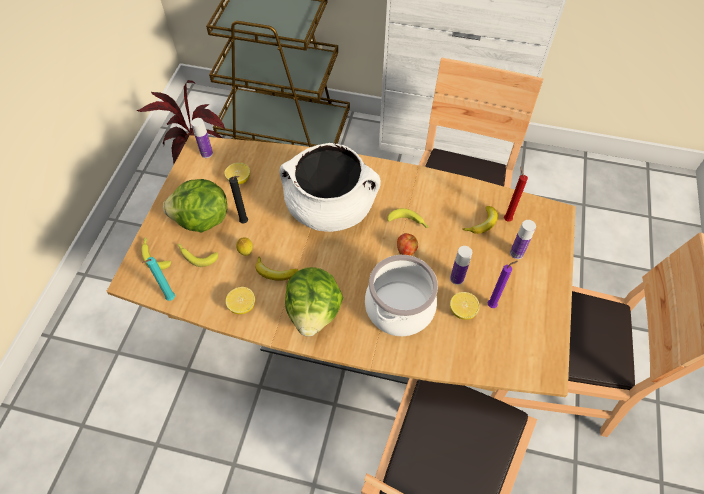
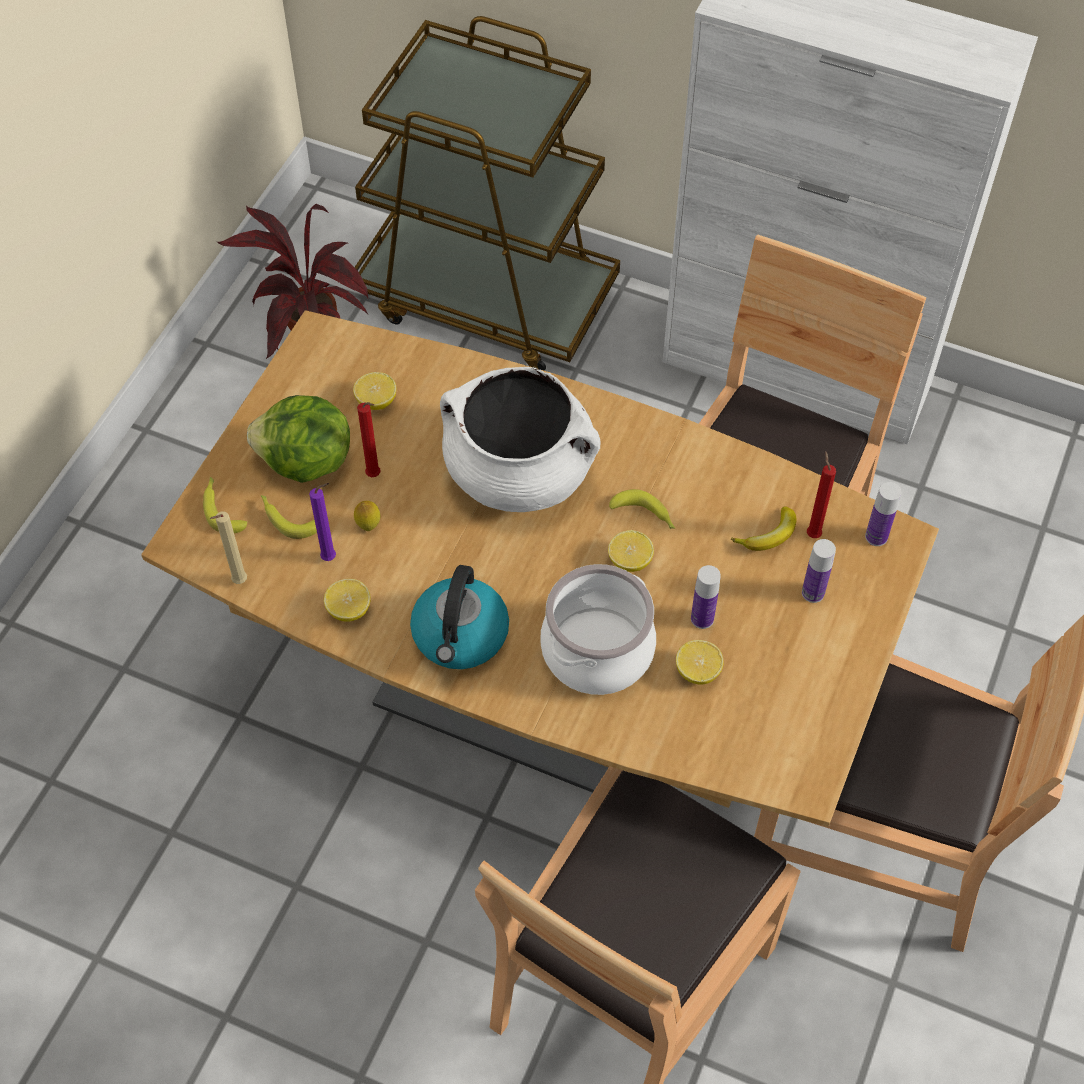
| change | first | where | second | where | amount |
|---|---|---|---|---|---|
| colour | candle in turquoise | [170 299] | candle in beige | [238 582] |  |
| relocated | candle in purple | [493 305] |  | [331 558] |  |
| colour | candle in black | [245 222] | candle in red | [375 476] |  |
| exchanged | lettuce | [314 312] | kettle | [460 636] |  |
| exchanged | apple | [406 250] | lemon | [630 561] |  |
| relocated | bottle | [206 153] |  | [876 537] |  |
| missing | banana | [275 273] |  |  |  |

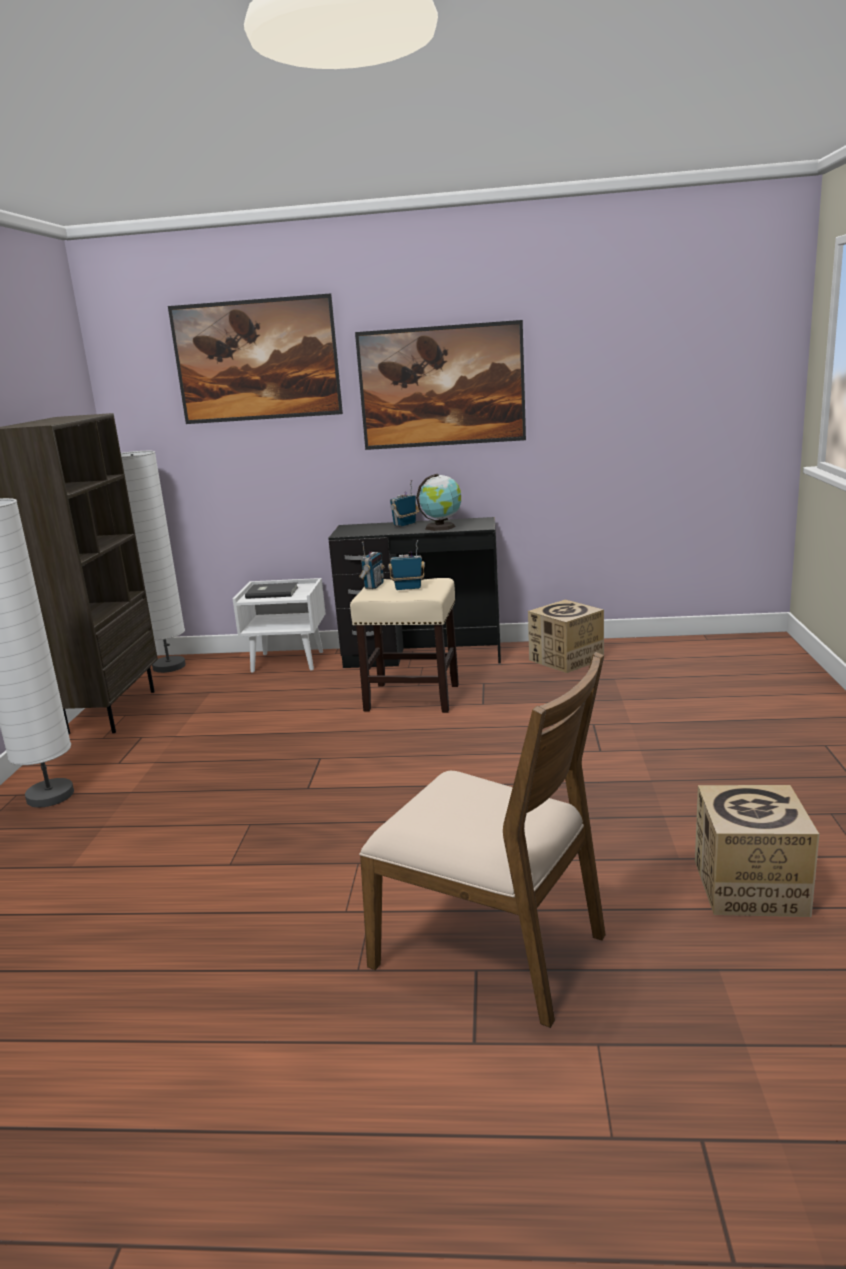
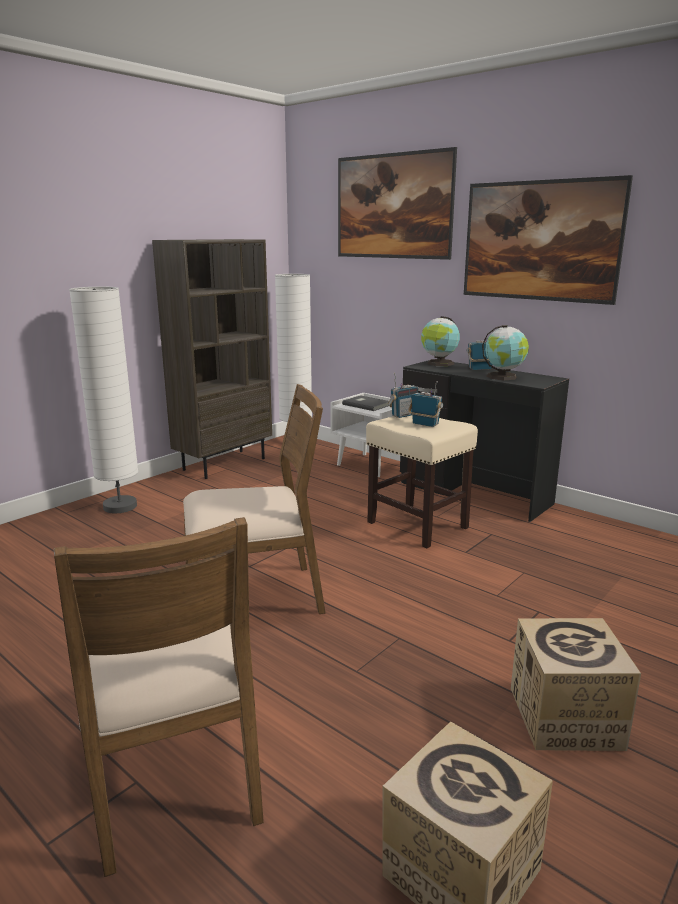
| change | first | where | second | where | amount |
|---|---|---|---|---|---|
| appeared |  |  | chair in brown | [254 596] |  |
| appeared |  |  | globe | [439 363] |  |
| relocated | cardboard box | [566 659] |  | [565 717] |  |

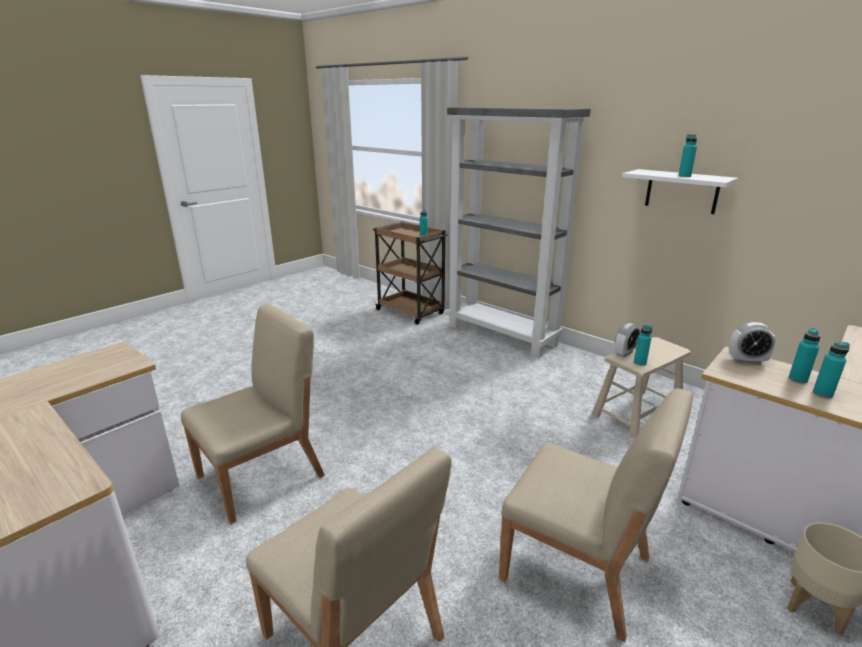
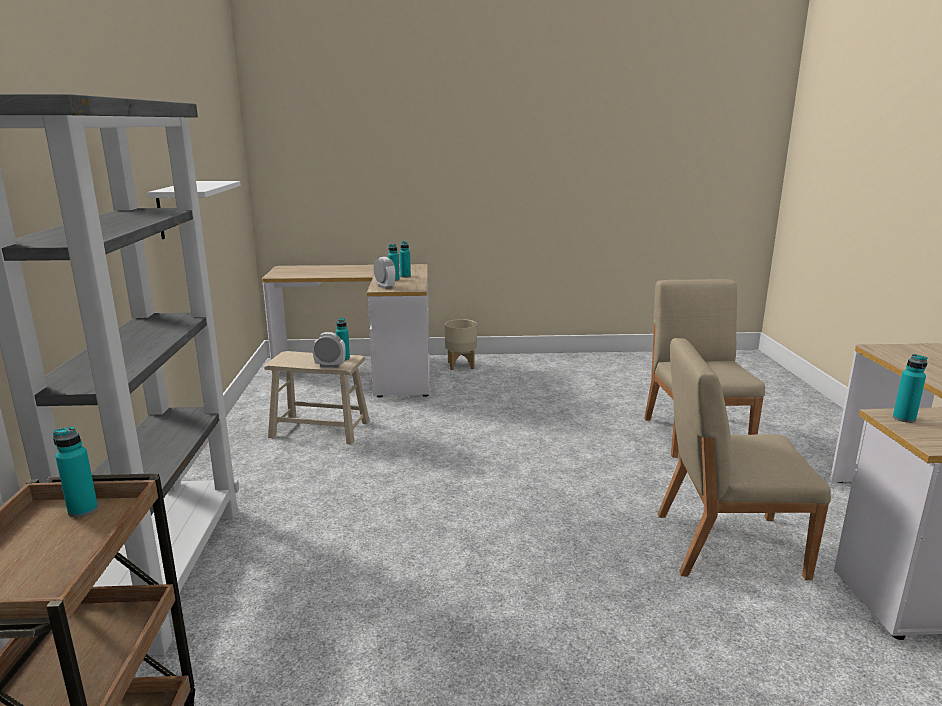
| change | first | where | second | where | amount |
|---|---|---|---|---|---|
| relocated | bottle in turquoise | [684 176] |  | [904 418] |  |
| missing | chair in beige | [577 570] |  |  |  |

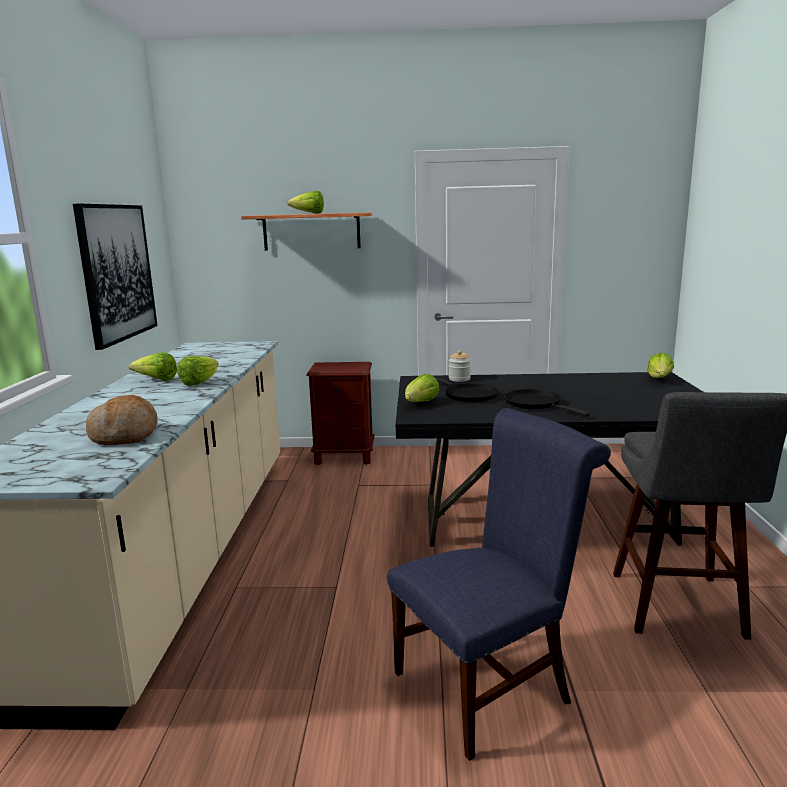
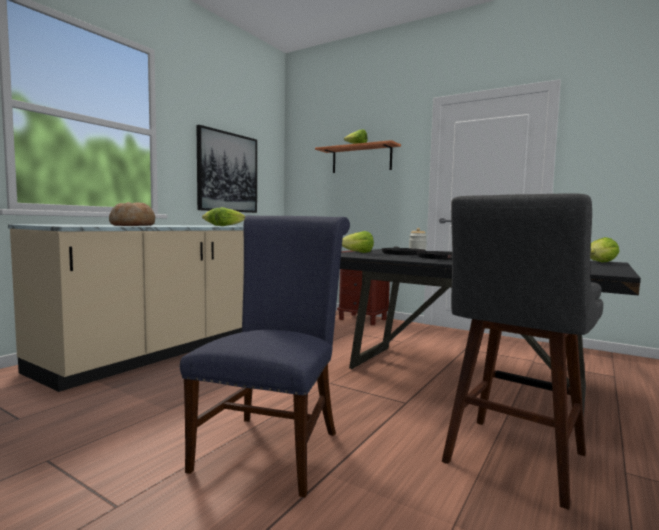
| change | first | where | second | where | amount |
|---|---|---|---|---|---|
| spun | chair in blue | [489 683] |  | [272 446] | 75 degrees counterclockwise |

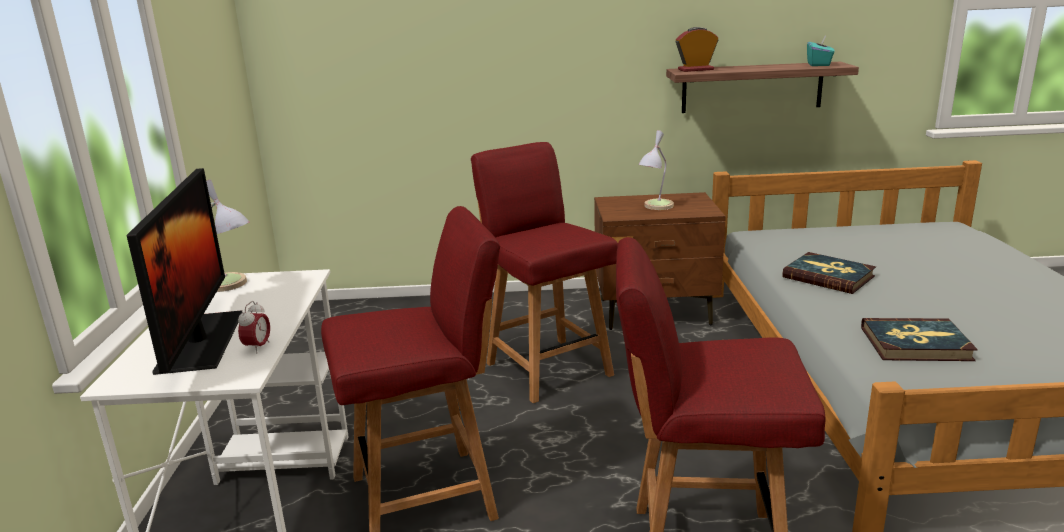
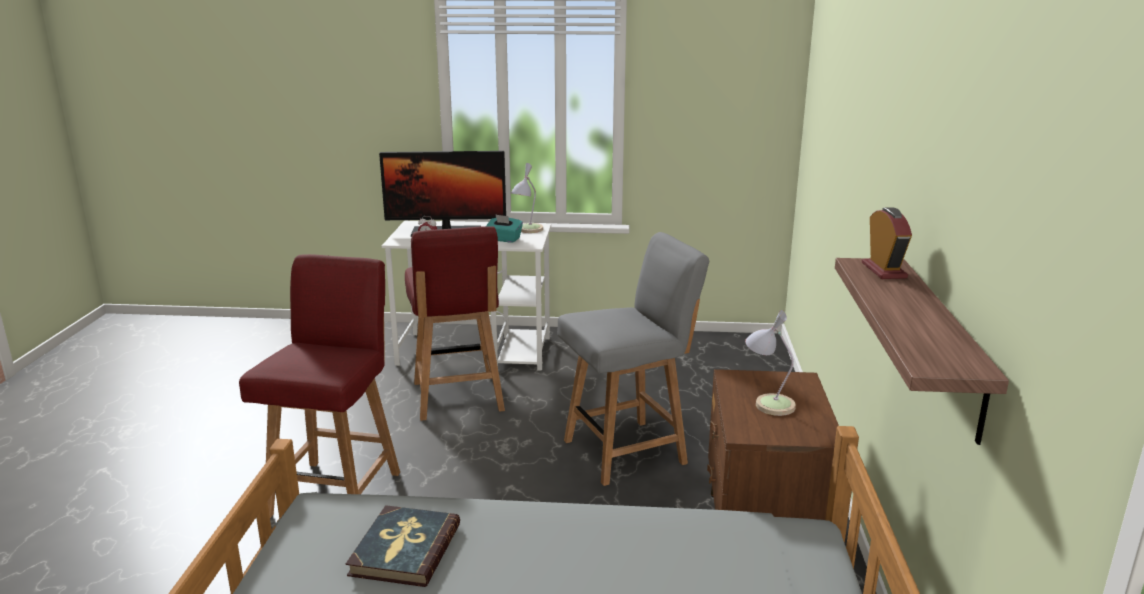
| change | first | where | second | where | amount |
|---|---|---|---|---|---|
| relocated | tissue box in turquoise | [819 64] |  | [504 239] |  |
| colour | chair in red | [547 368] | chair in grey | [627 451] |  |
| missing | book | [828 276] |  |  |  |

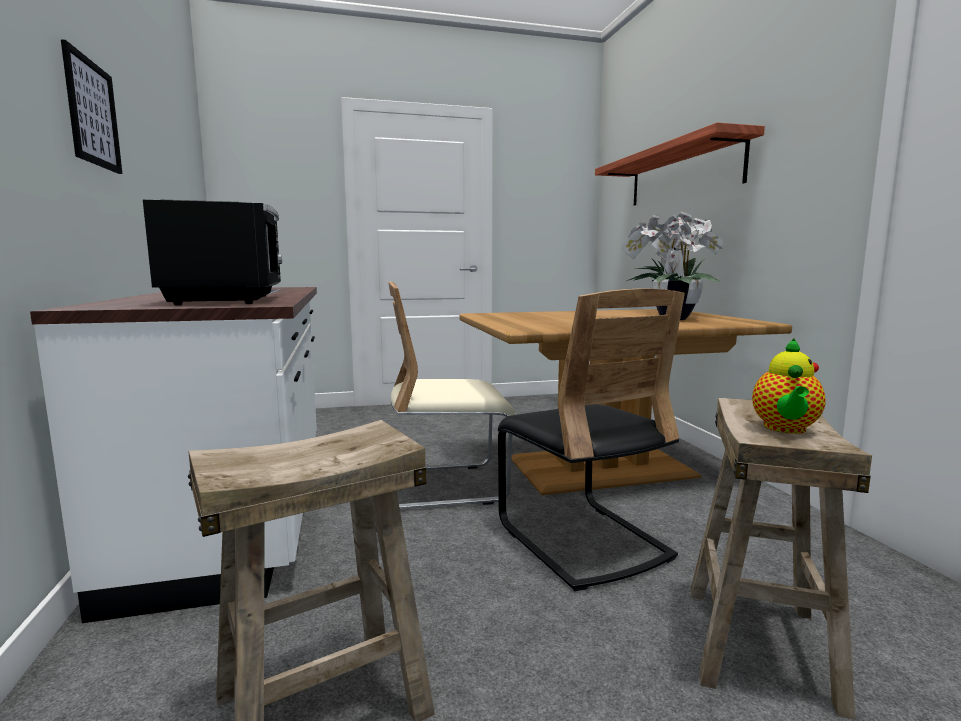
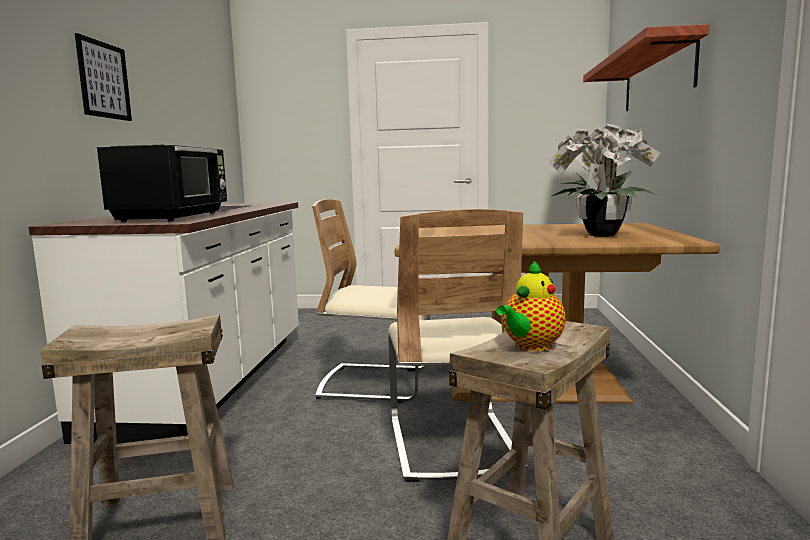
| change | first | where | second | where | amount |
|---|---|---|---|---|---|
| colour | chair in black | [582 540] | chair in beige | [452 443] |  |

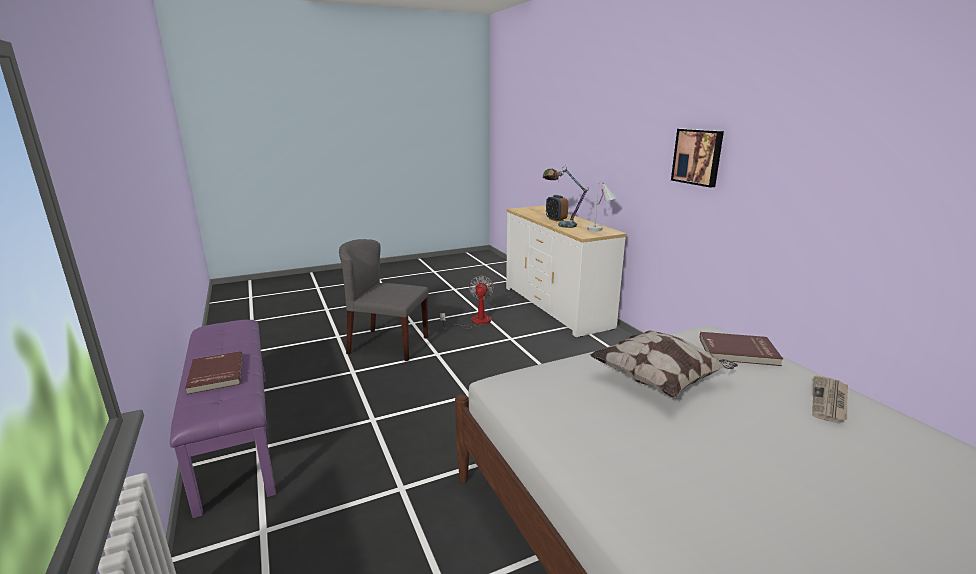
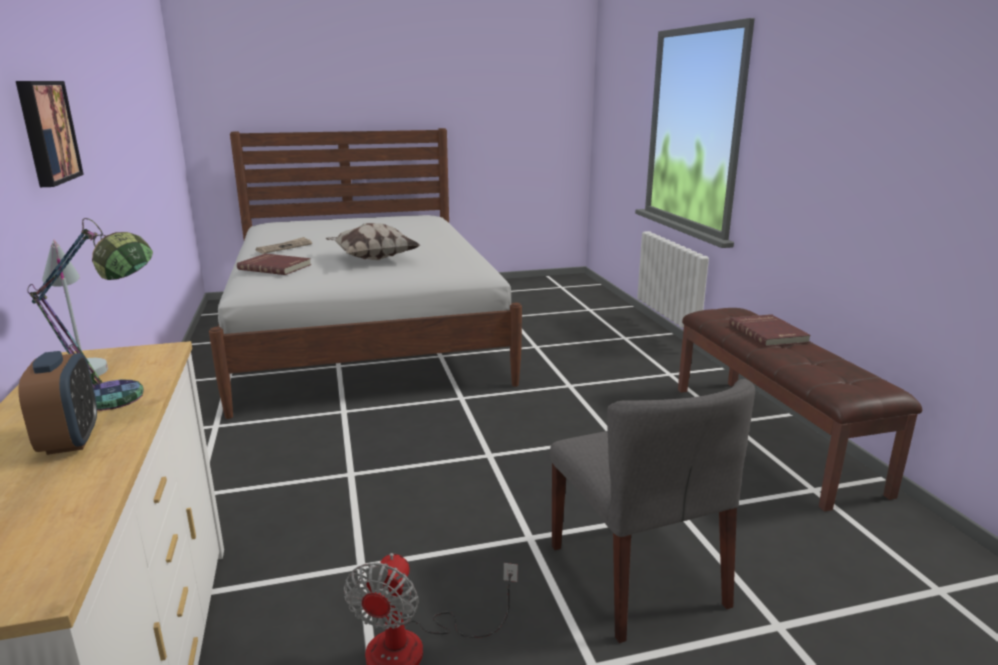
| change | first | where | second | where | amount |
|---|---|---|---|---|---|
| spun | chair in grey | [387 345] |  | [637 576] | 45 degrees clockwise |
| colour | bench in purple | [235 435] | bench in brown | [772 436] |  |

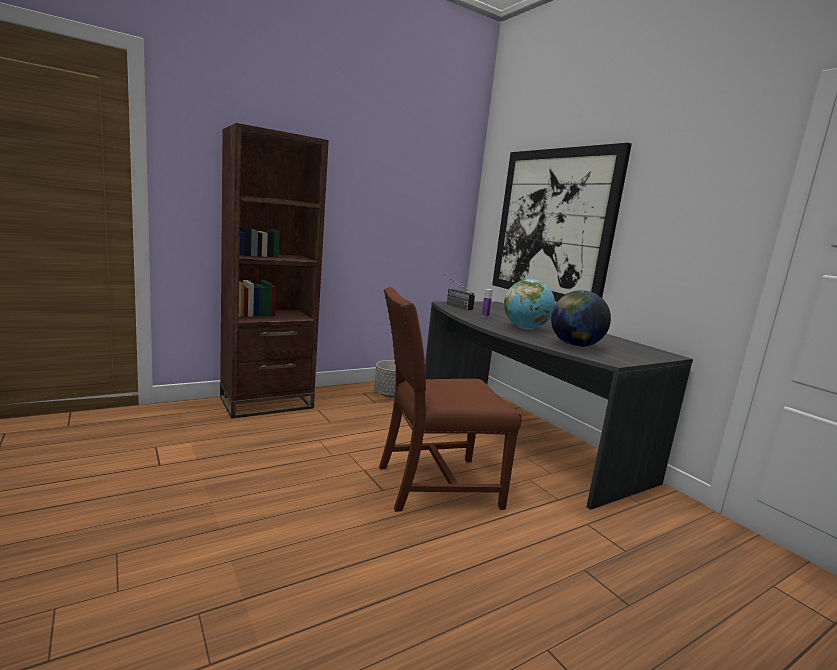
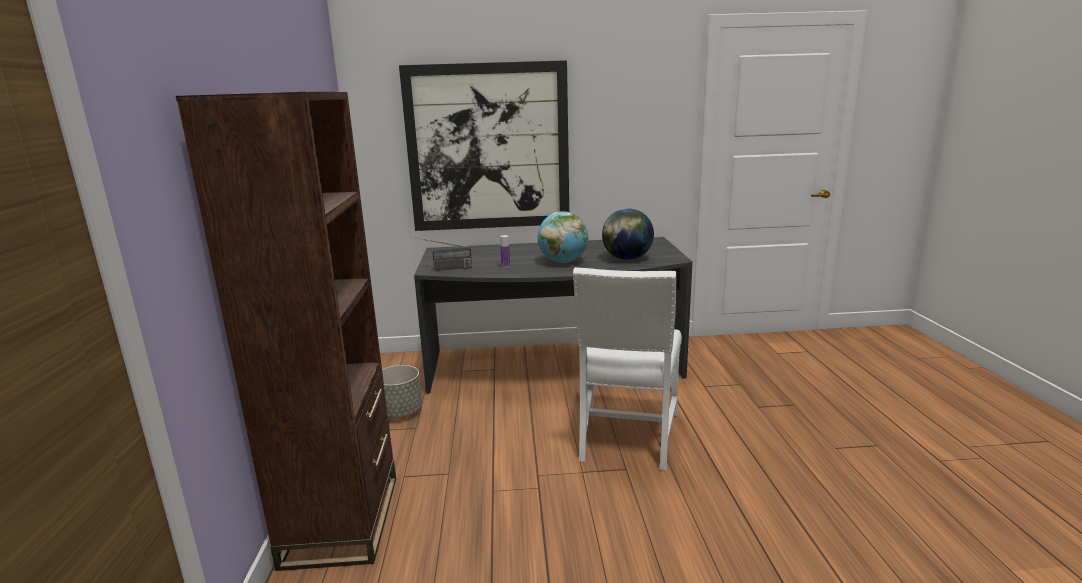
| change | first | where | second | where | amount |
|---|---|---|---|---|---|
| colour | chair in brown | [433 485] | chair in white | [626 437] |  |

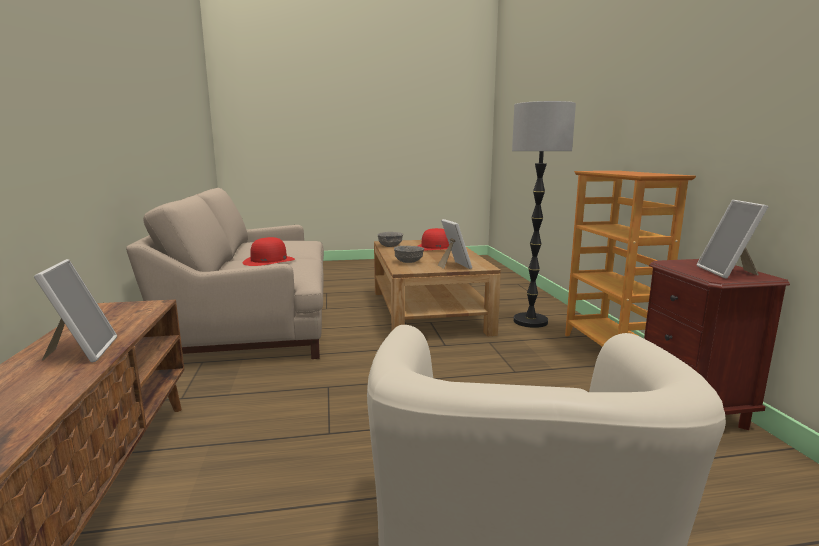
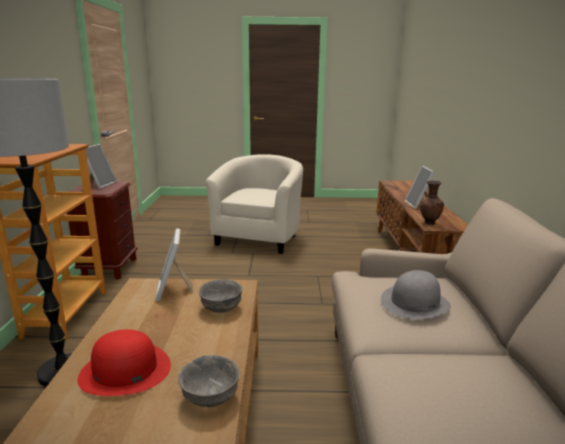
| change | first | where | second | where | amount |
|---|---|---|---|---|---|
| colour | hat in red | [269 261] | hat in grey | [415 302] |  |
| appeared |  |  | vase in brown | [428 223] |  |

